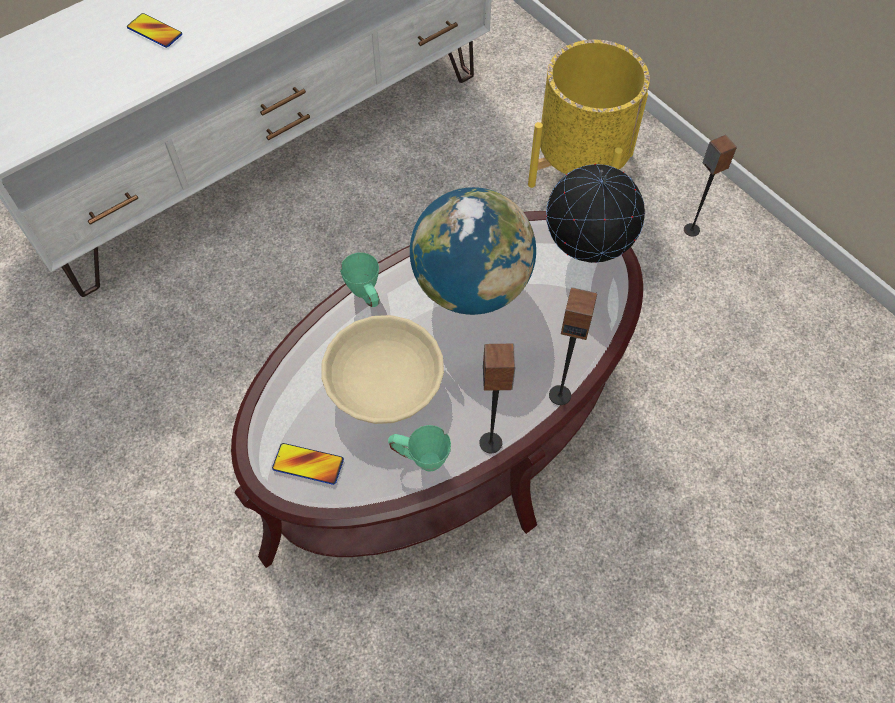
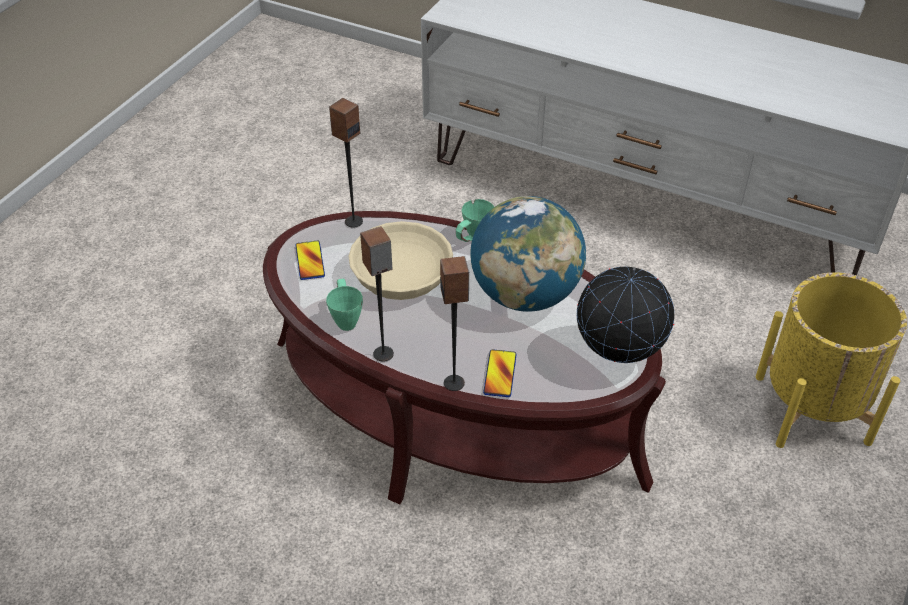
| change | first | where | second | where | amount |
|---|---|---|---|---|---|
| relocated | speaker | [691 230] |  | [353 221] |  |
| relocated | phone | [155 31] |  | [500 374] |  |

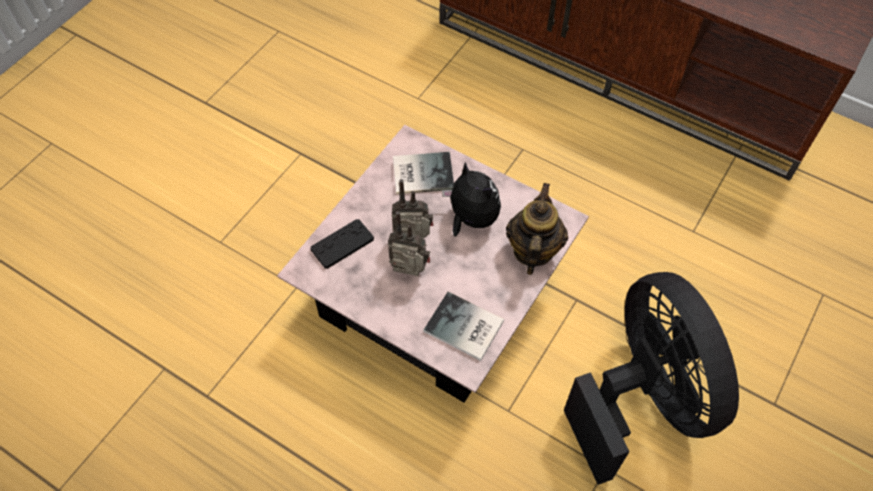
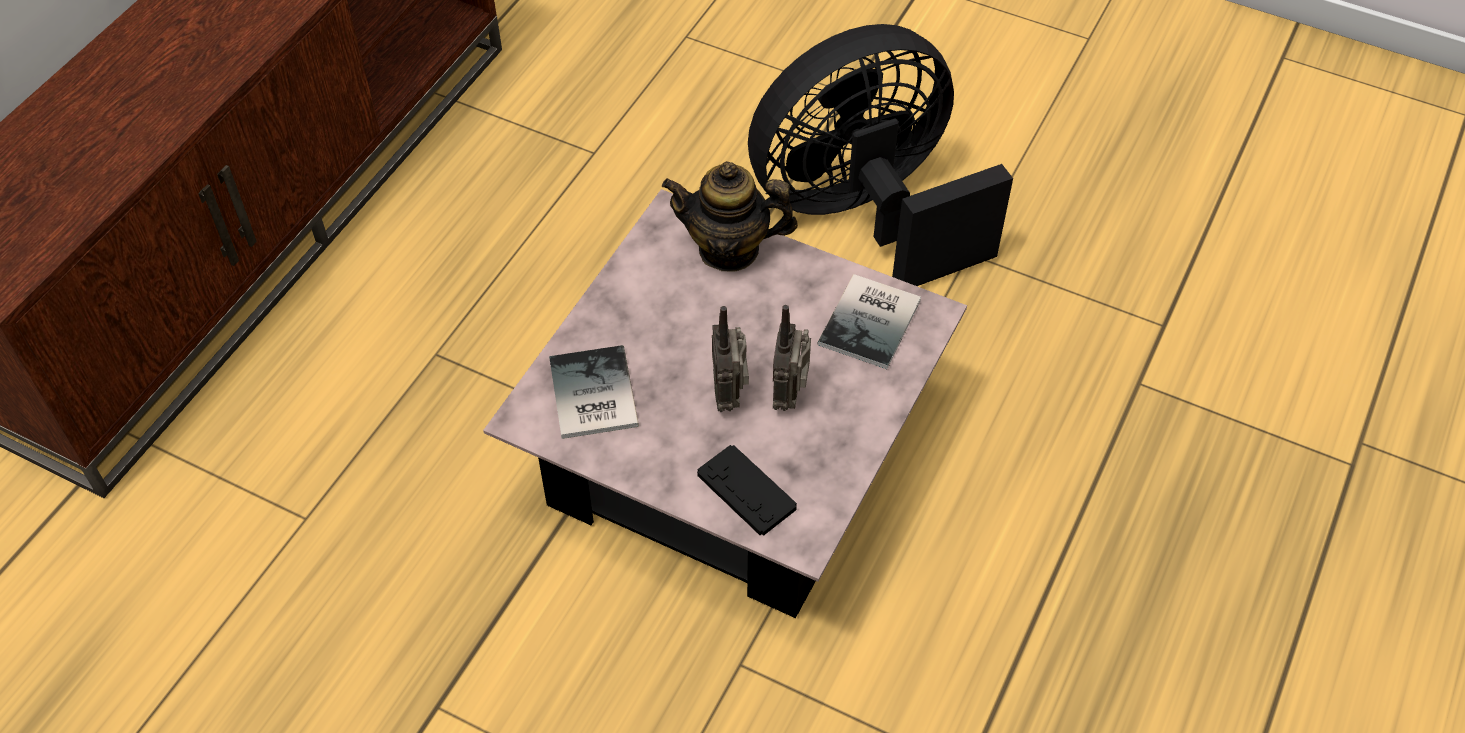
| change | first | where | second | where | amount |
|---|---|---|---|---|---|
| missing | plush toy | [471 219] |  |  |  |

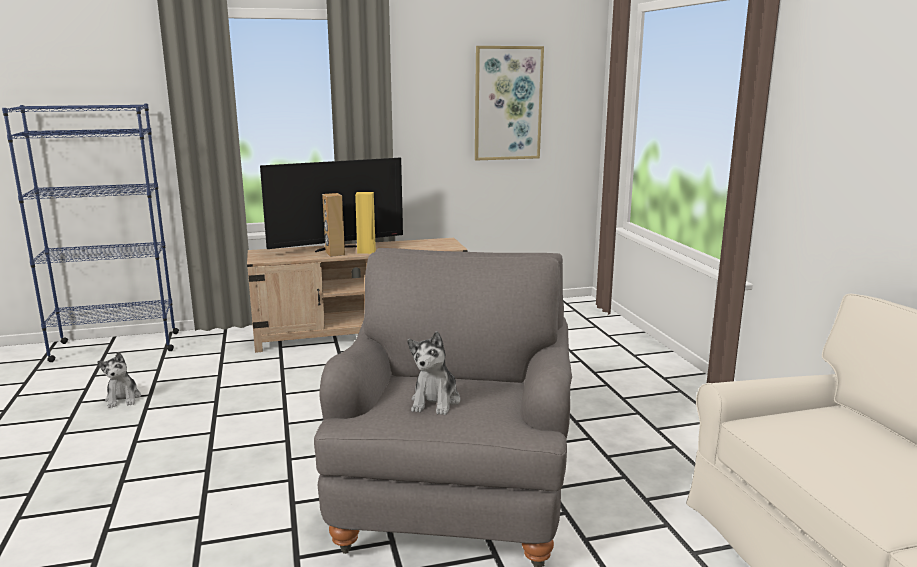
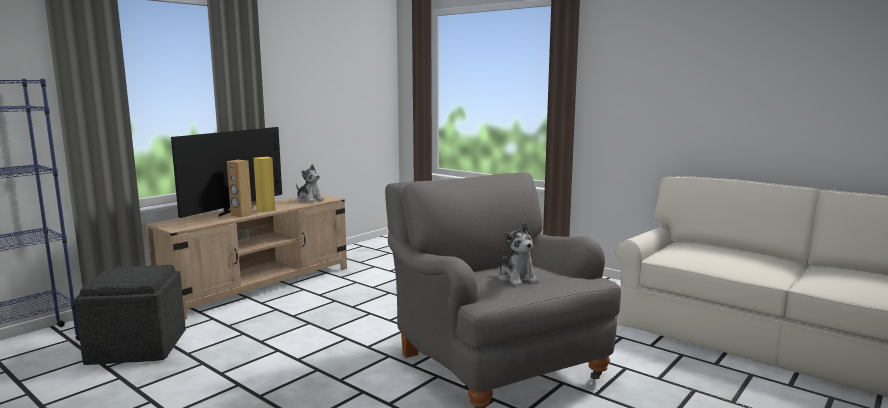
| change | first | where | second | where | amount |
|---|---|---|---|---|---|
| appeared |  |  | ottoman in grey | [139 347] |  |
| relocated | plush toy | [123 399] |  | [309 200] |  |
| missing | picture | [508 103] |  |  |  |

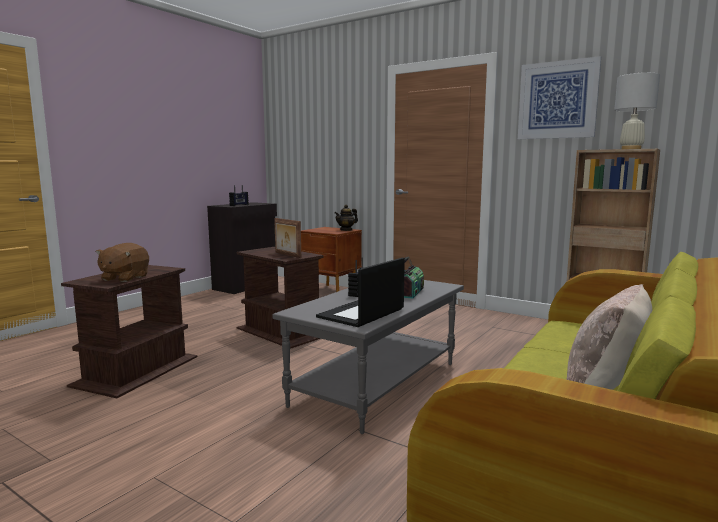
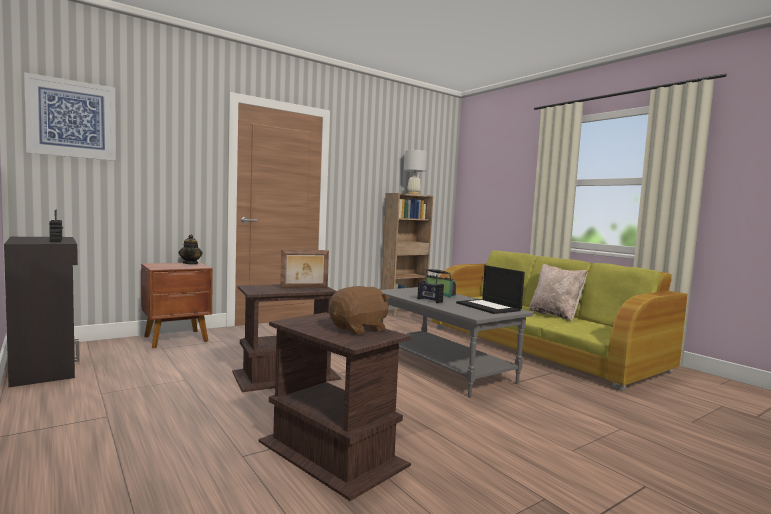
| change | first | where | second | where | amount |
|---|---|---|---|---|---|
| relocated | picture | [557 100] |  | [72 119] |  |
| spun | plush toy in brown | [124 278] |  | [359 329] | 75 degrees counterclockwise |

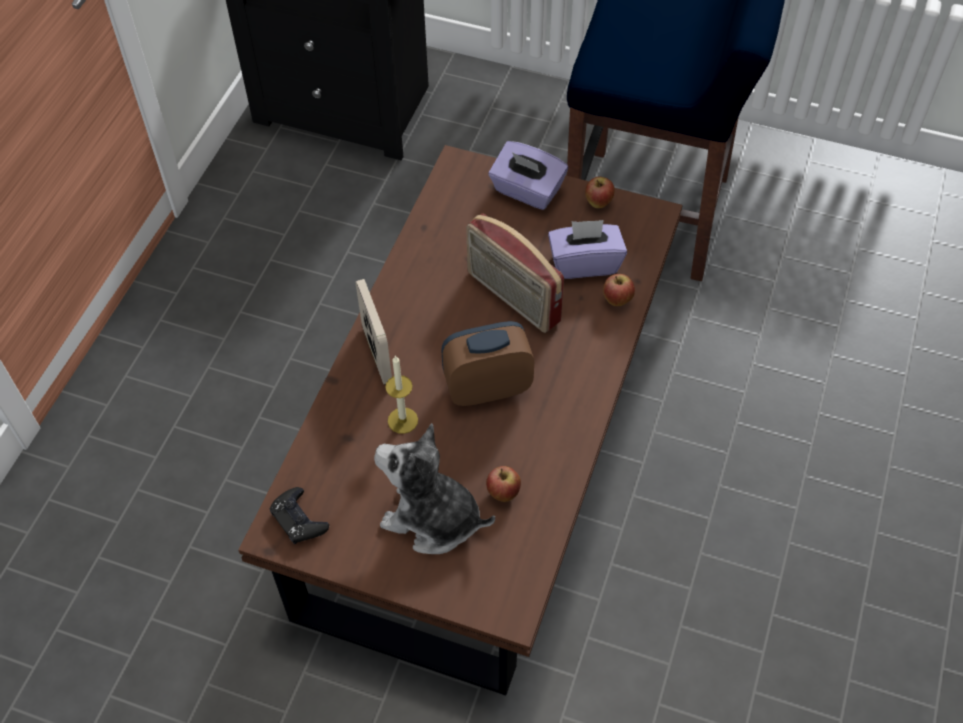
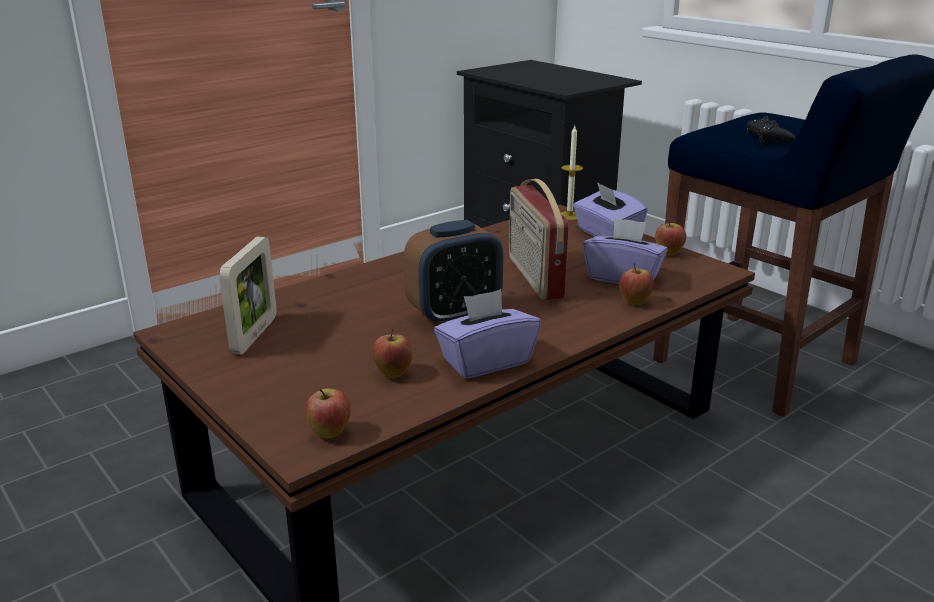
| change | first | where | second | where | amount |
|---|---|---|---|---|---|
| relocated | picture frame | [377 355] |  | [254 335] |  |
| appeared |  |  | apple | [330 433] |  |
| spun | alarm clock | [487 387] |  | [454 314] | 135 degrees clockwise |
| appeared |  |  | tissue box in purple | [486 361] |  |
| relocated | candle | [402 420] |  | [569 216] |  |
| relocated | game controller in black | [299 519] |  | [768 137] |  |
| missing | plush toy | [432 518] |  |  |  |

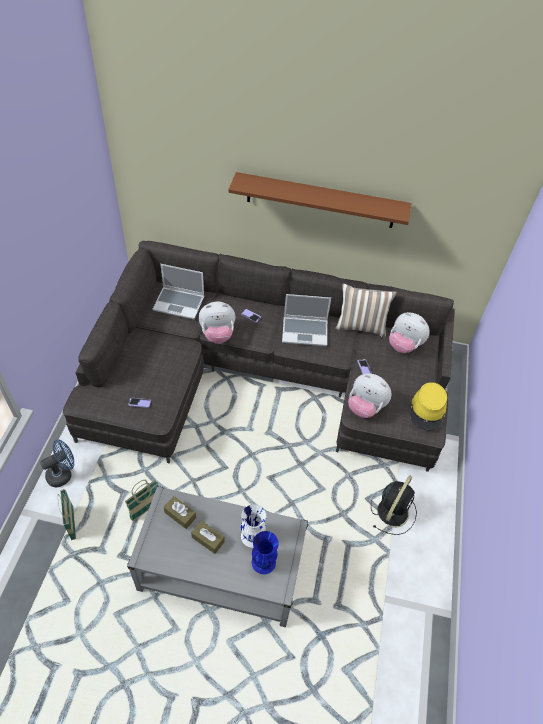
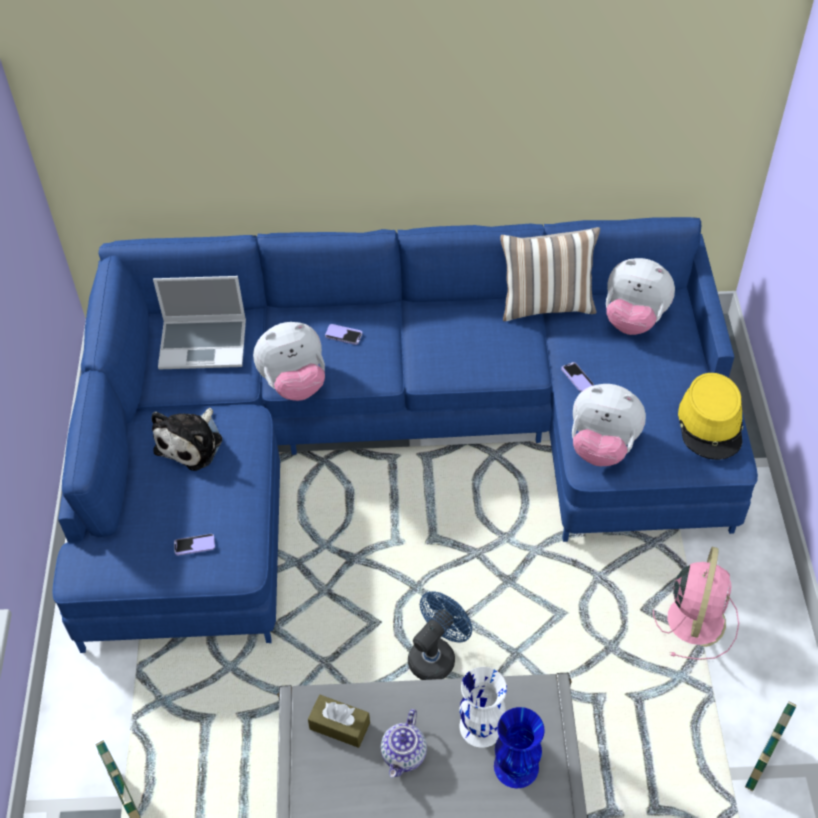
| change | first | where | second | where | amount |
|---|---|---|---|---|---|
| colour | sofa in grey | [262 376] | sofa in blue | [388 440] |  |
| appeared |  |  | plush toy | [192 443] |  |
| exchanged | tissue box in brown | [208 539] | teapot | [404 755] |  |
| relocated | fan in blue | [63 474] |  | [436 655] |  |
| colour | fan in black | [393 510] | fan in pink | [695 618] |  |
| relocated | basket | [146 509] |  | [762 763] |  |
| missing | shelf in brown | [320 200] |  |  |  |
| missing | laptop | [305 331] |  |  |  |

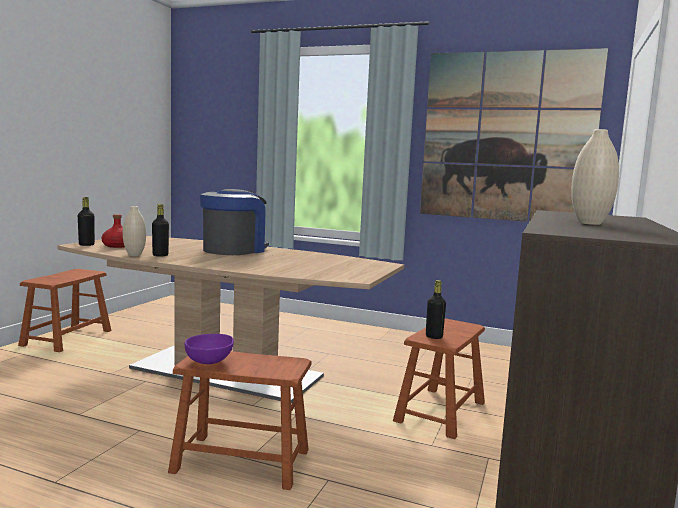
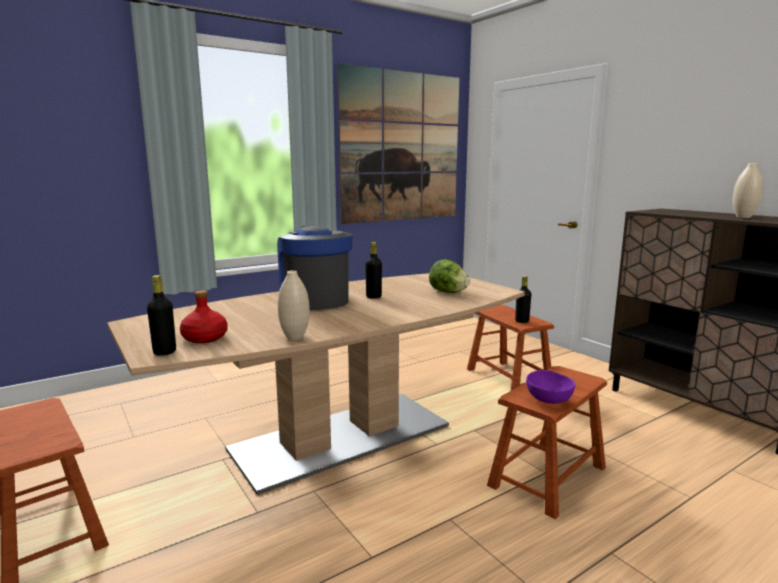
| change | first | where | second | where | amount |
|---|---|---|---|---|---|
| relocated | bottle in black | [160 255] |  | [373 297] |  |
| appeared |  |  | lettuce | [448 292] |  |

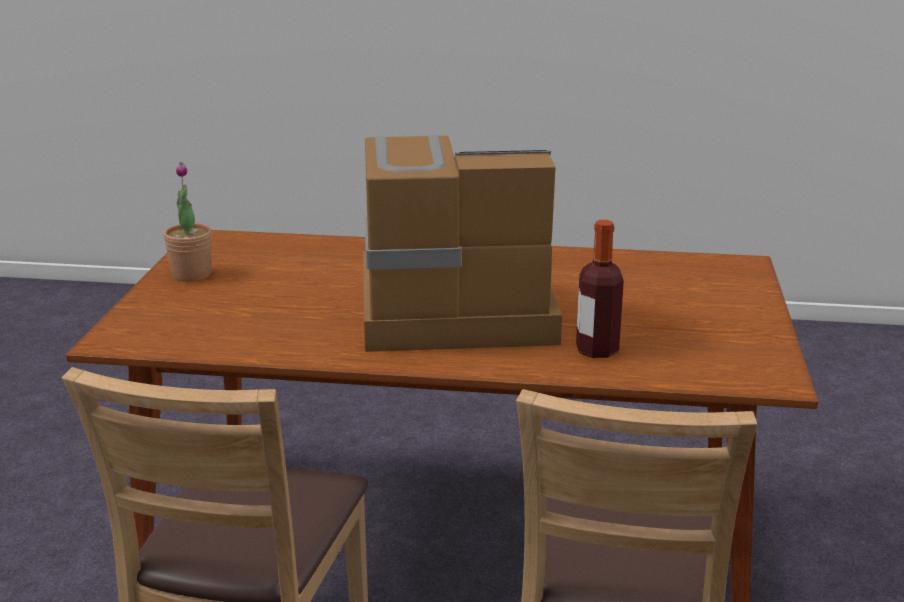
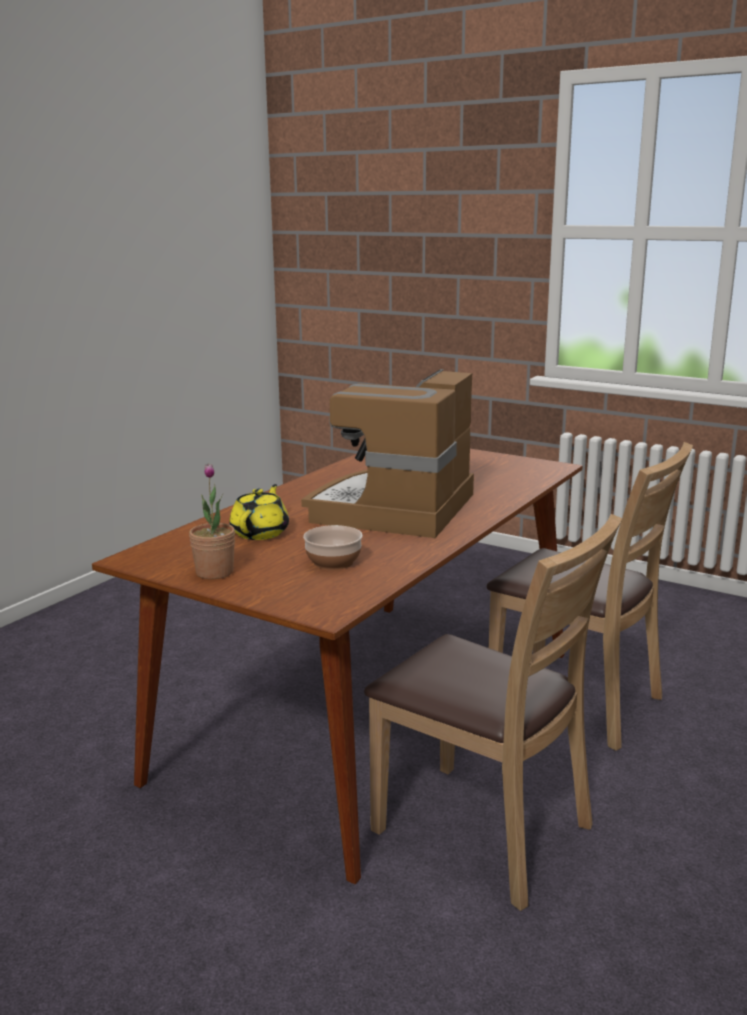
| change | first | where | second | where | amount |
|---|---|---|---|---|---|
| appeared |  |  | teapot in yellow | [260 533] |  |
| appeared |  |  | bowl | [334 562] |  |
| missing | bottle | [597 350] |  |  |  |

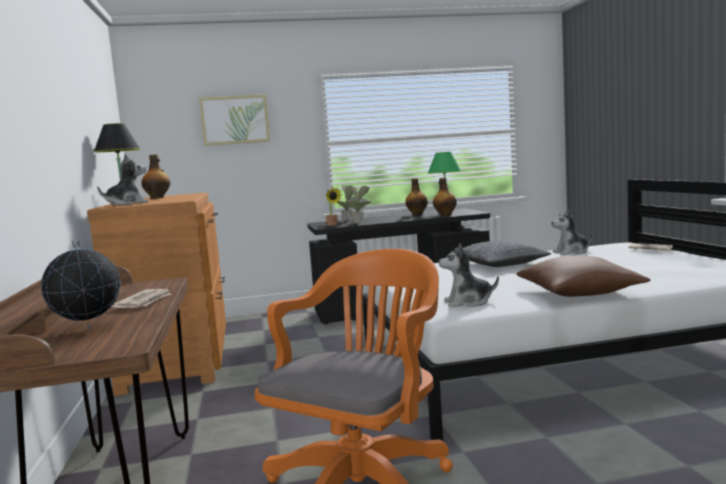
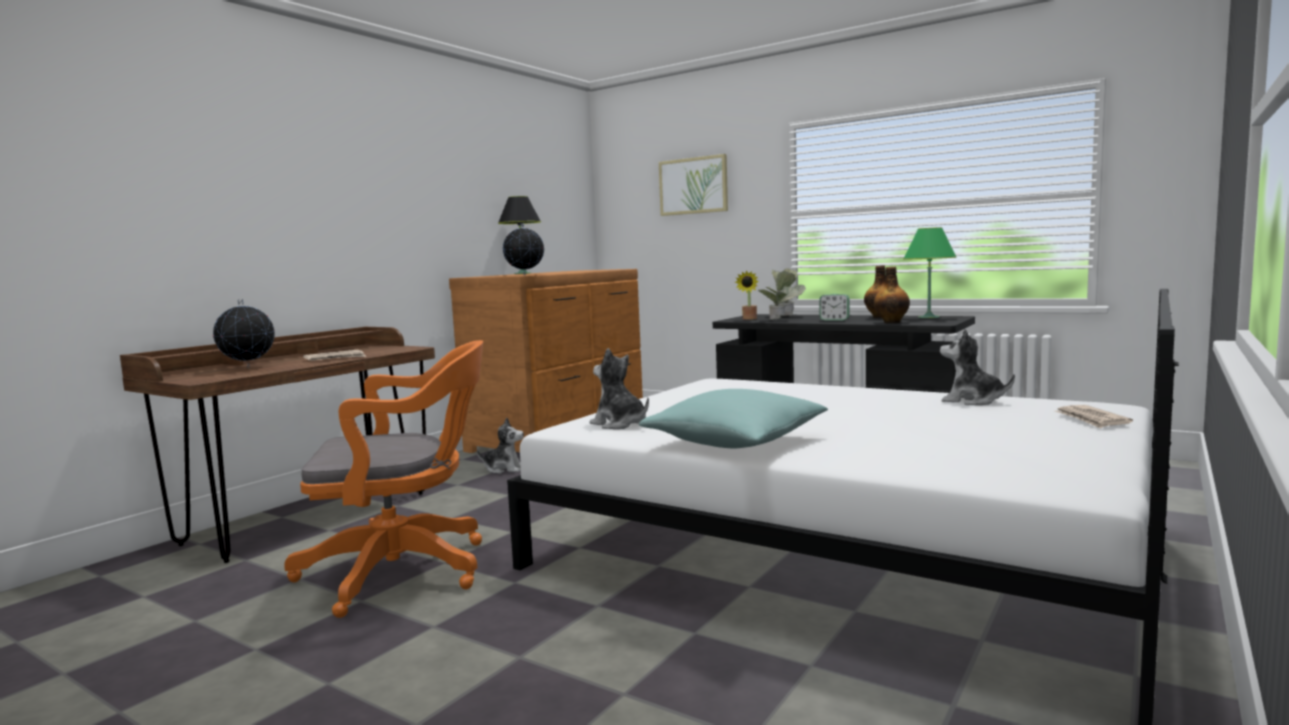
| change | first | where | second | where | amount |
|---|---|---|---|---|---|
| relocated | plush toy | [127 204] |  | [504 469] |  |
| appeared |  |  | globe | [525 275] |  |
| colour | pillow in brown | [579 293] | pillow in turquoise | [735 443] |  |
| appeared |  |  | alarm clock | [834 319] |  |
| missing | bottle | [157 198] |  |  |  |
| missing | pillow in grey | [499 263] |  |  |  |

